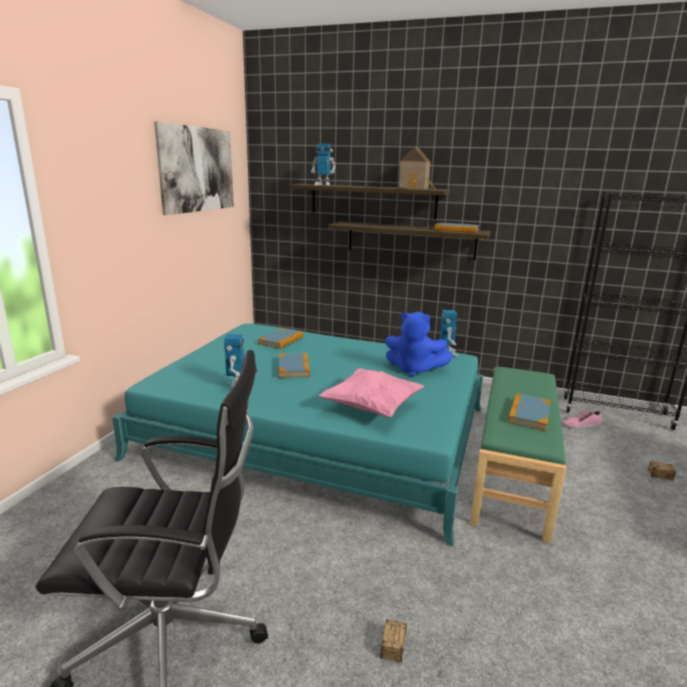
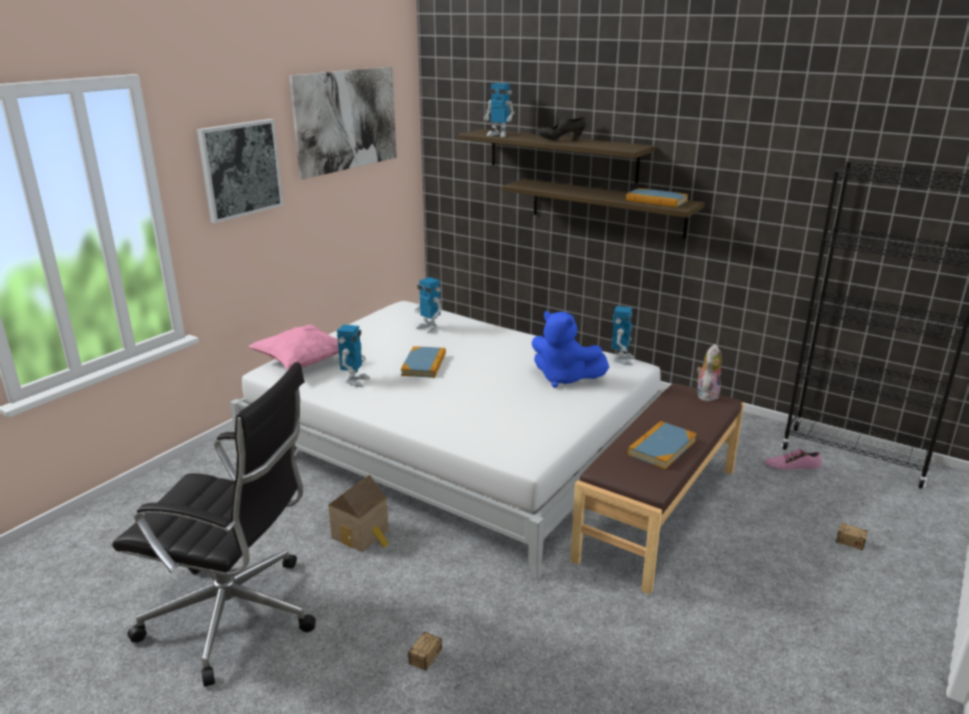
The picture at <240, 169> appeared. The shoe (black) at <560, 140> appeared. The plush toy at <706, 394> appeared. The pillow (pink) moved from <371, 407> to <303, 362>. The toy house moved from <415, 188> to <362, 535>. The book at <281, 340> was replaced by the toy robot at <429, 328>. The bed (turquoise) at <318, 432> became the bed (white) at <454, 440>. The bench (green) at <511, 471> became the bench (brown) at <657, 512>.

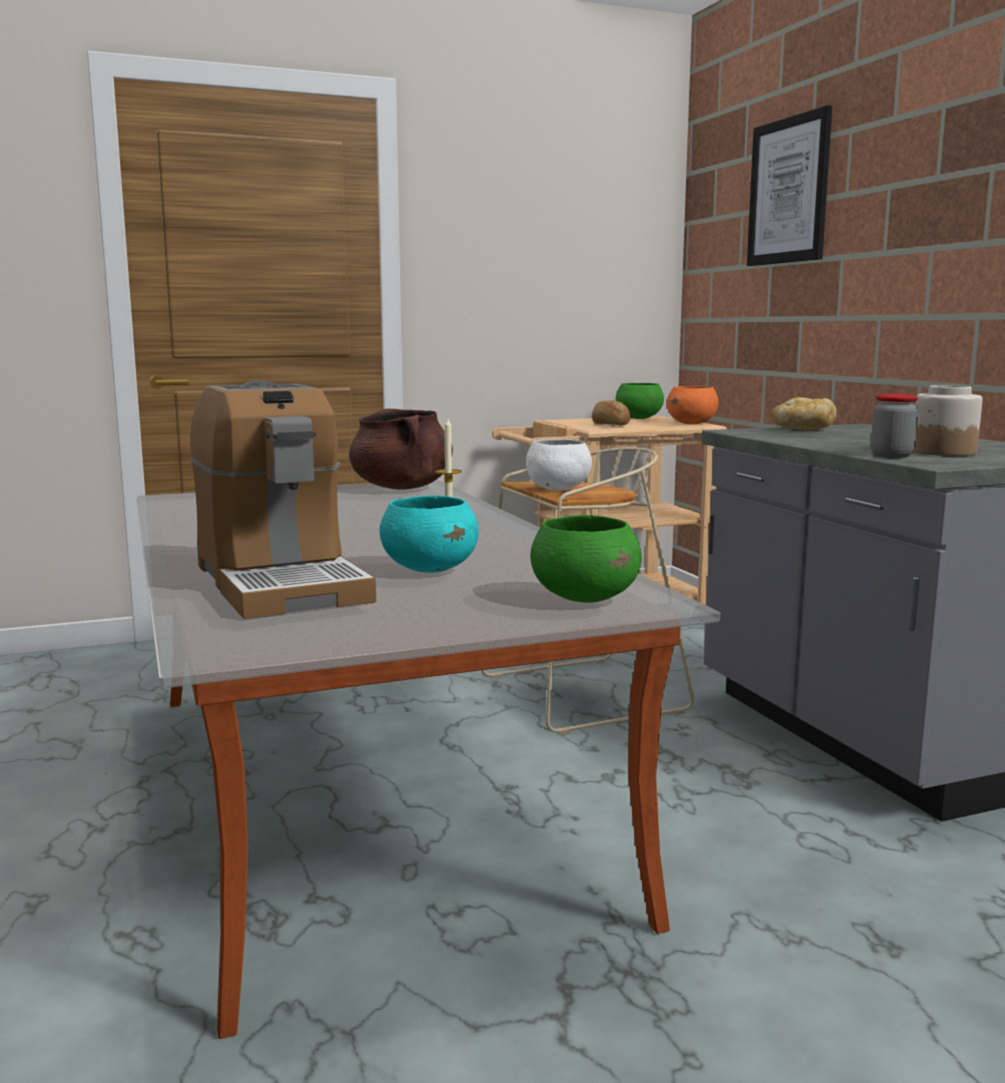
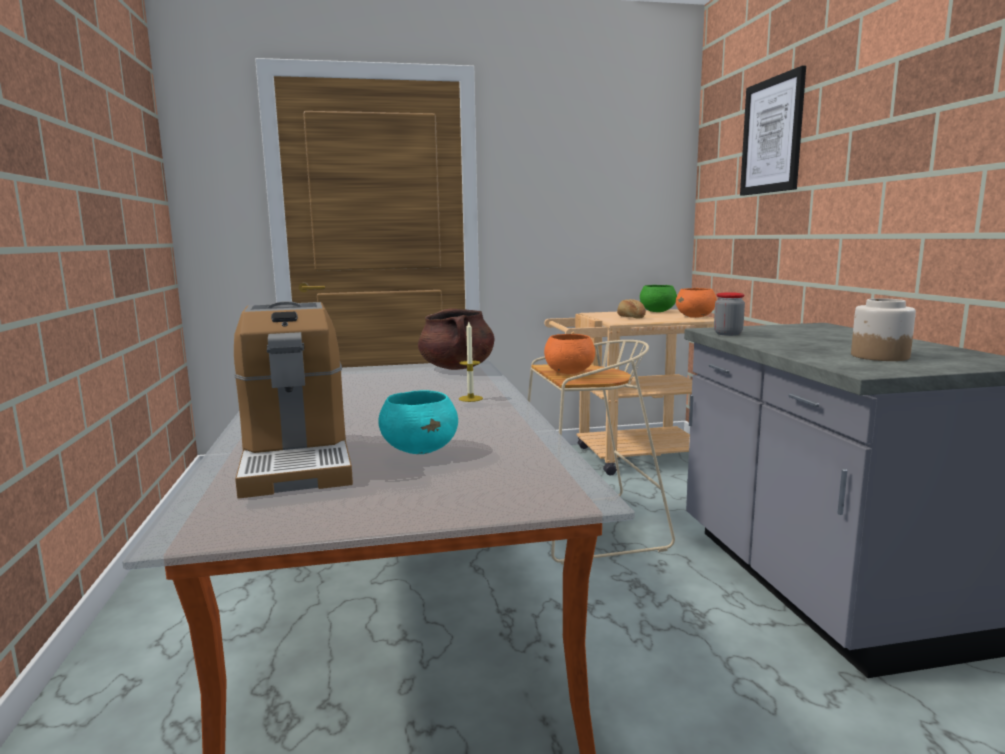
The bowl (green) at <585, 598> disappeared. The bread at <802, 429> disappeared. The jar moved from <892, 455> to <728, 334>. The bowl (white) at <557, 489> became the bowl (orange) at <568, 372>.

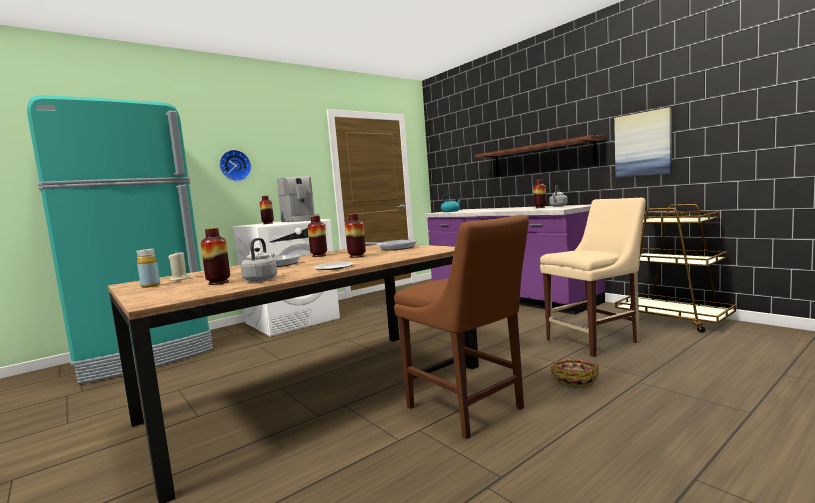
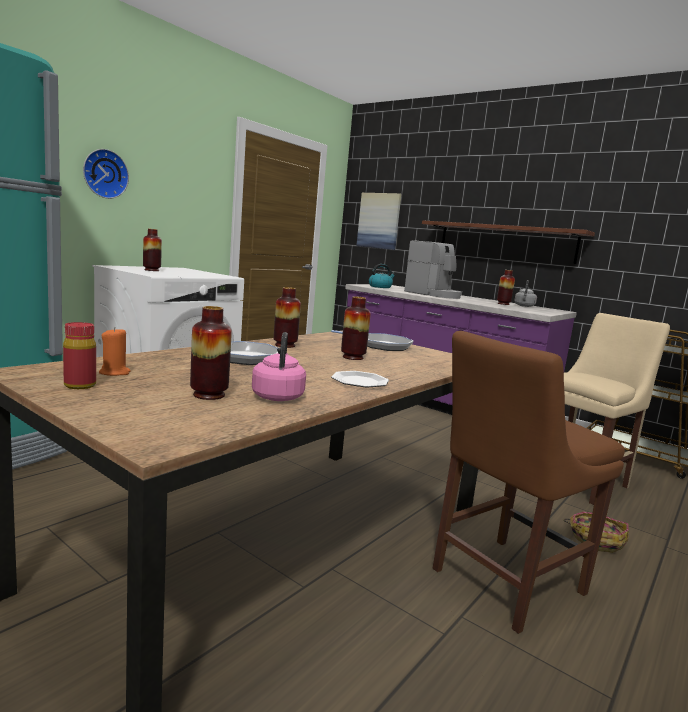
The coffee machine moved from <301, 220> to <434, 294>. The picture moved from <643, 144> to <379, 221>. The bottle (yellow) at <150, 286> became the bottle (red) at <80, 385>. The candle (beige) at <180, 279> became the candle (orange) at <115, 373>. The kettle (grey) at <261, 279> became the kettle (pink) at <278, 396>. The chair (brown) at <468, 410> turned 105 degrees clockwise.

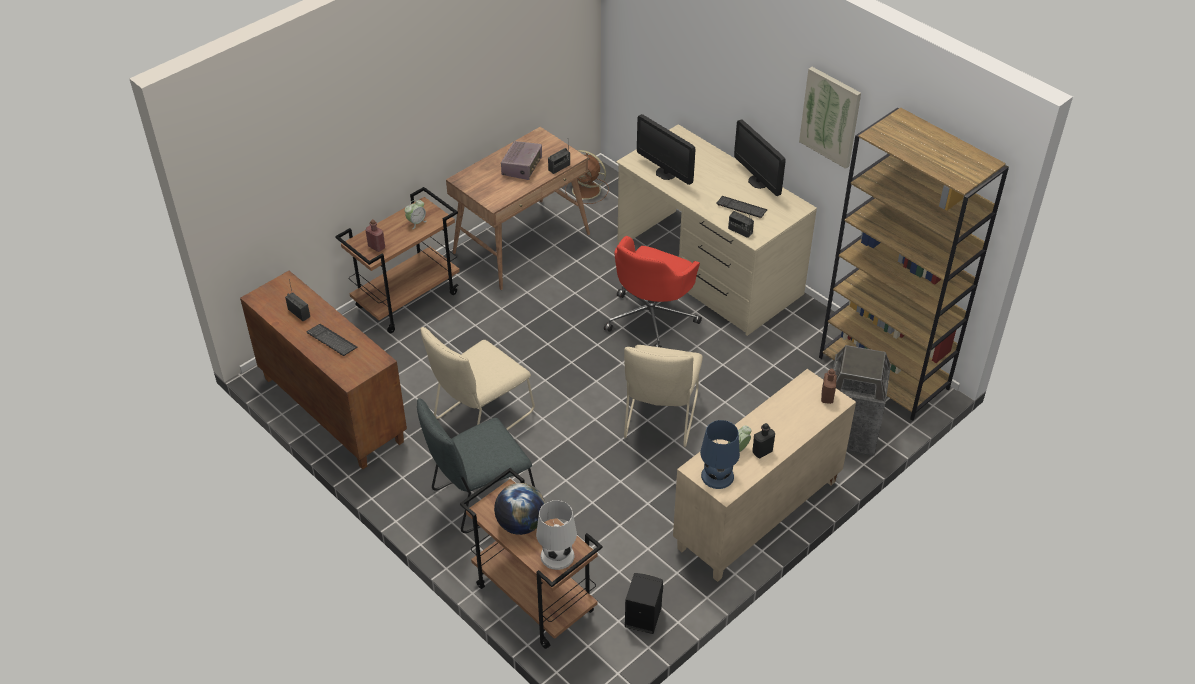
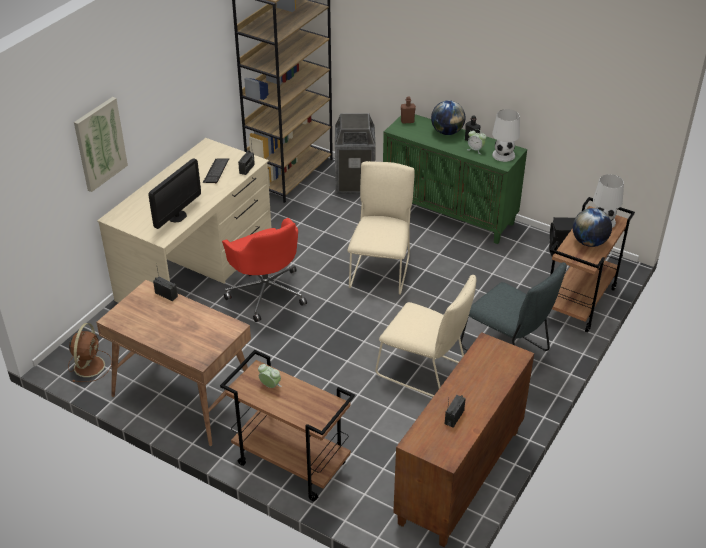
The keyboard at <332, 341> disappeared. The bottle (red) at <376, 247> disappeared. The radio at <522, 167> disappeared. The monitor at <758, 182> disappeared. The globe at <447, 132> appeared. The picture moved from <830, 117> to <100, 144>. The cabinet (beige) at <757, 516> became the cabinet (green) at <450, 213>. The table lamp (blue) at <718, 475> became the table lamp (white) at <503, 155>. The office chair (red) at <651, 318> turned 45 degrees clockwise. The chair (beige) at <660, 419> turned 75 degrees counterclockwise.

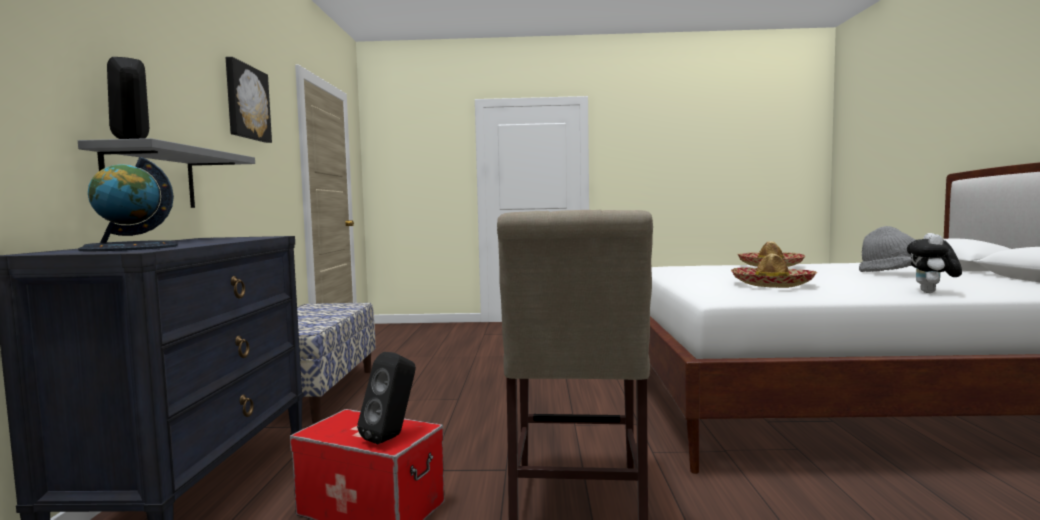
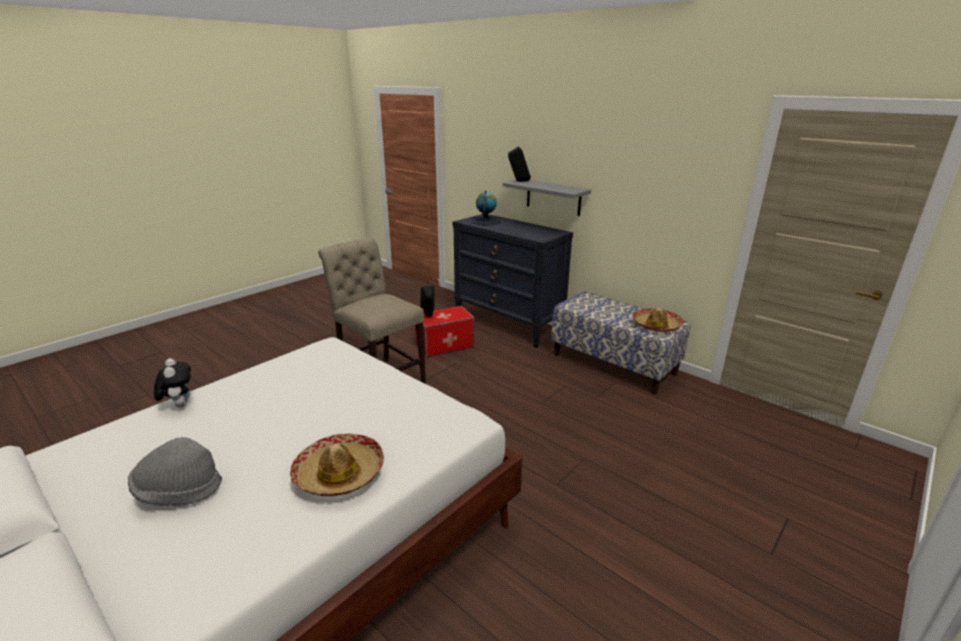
The picture at <246, 102> disappeared. The hat moved from <772, 285> to <656, 325>.

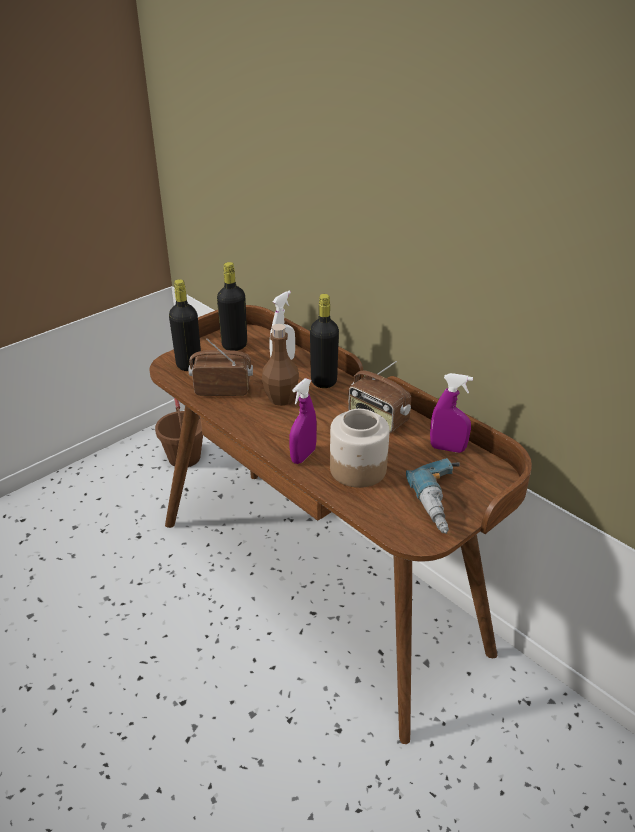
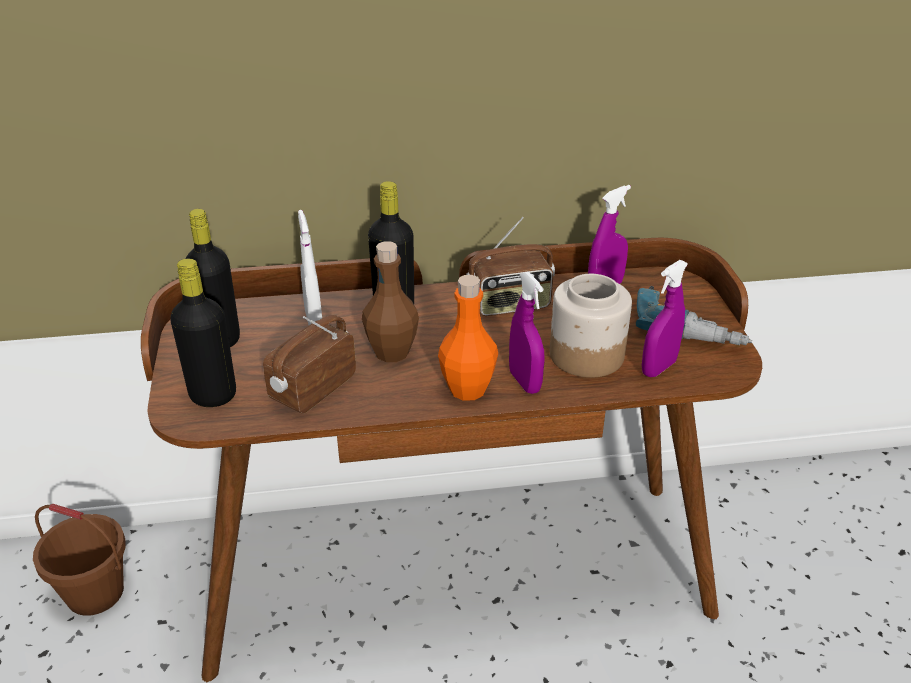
The bottle (orange) at <467, 389> appeared. The spray bottle (purple) at <658, 368> appeared.

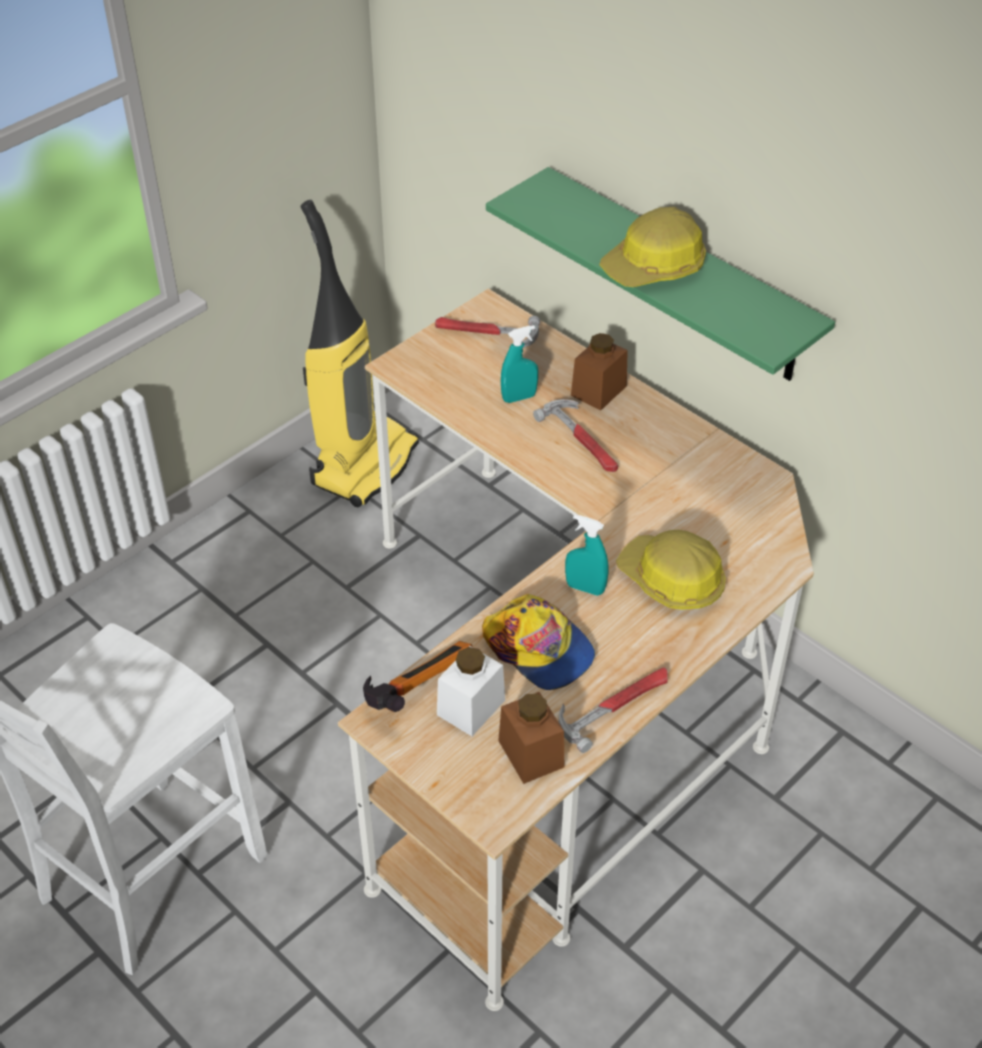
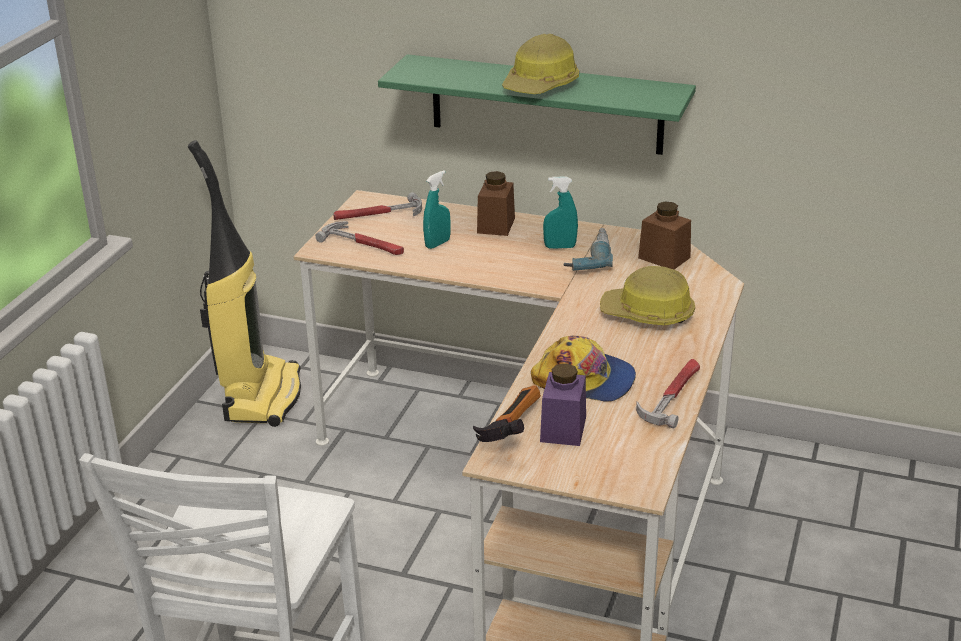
The power drill at <587, 257> appeared. The jar (brown) moved from <531, 754> to <664, 258>. The hammer moved from <582, 440> to <364, 244>. The spray bottle (turquoise) moved from <585, 588> to <560, 247>. The jar (white) at <471, 707> became the jar (purple) at <563, 429>.

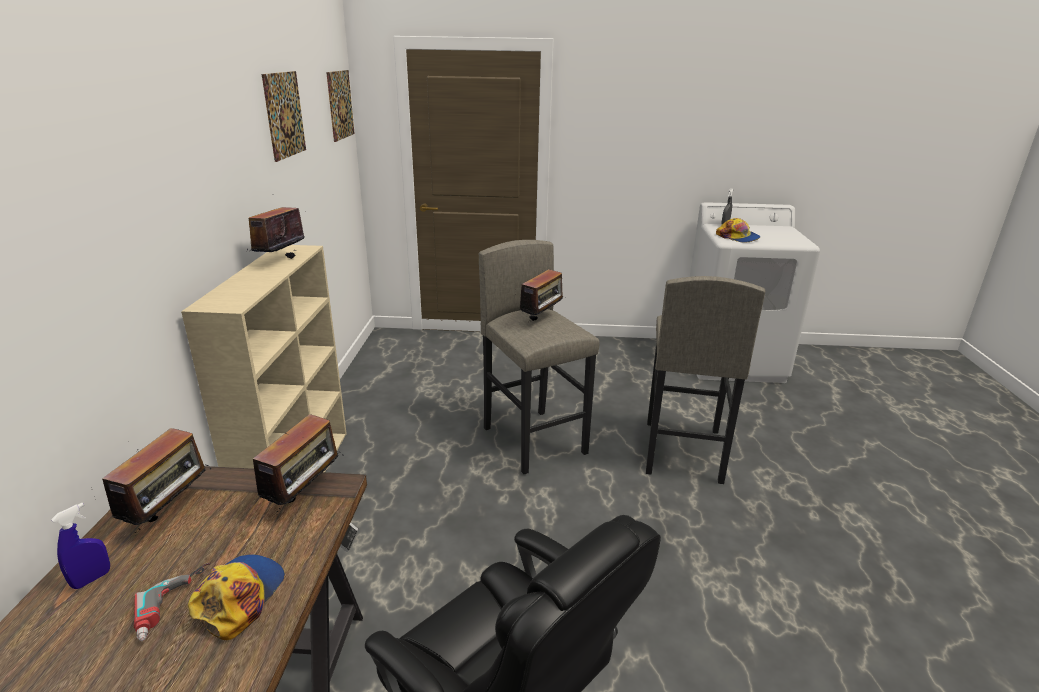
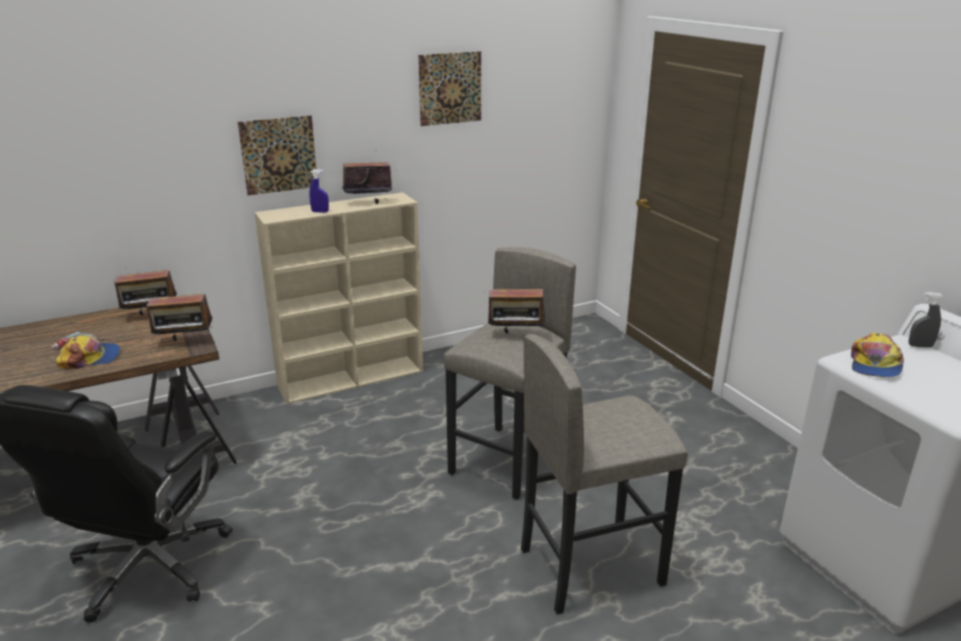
The spray bottle (blue) moved from <92, 579> to <320, 212>. The picture moved from <340, 105> to <279, 155>.

